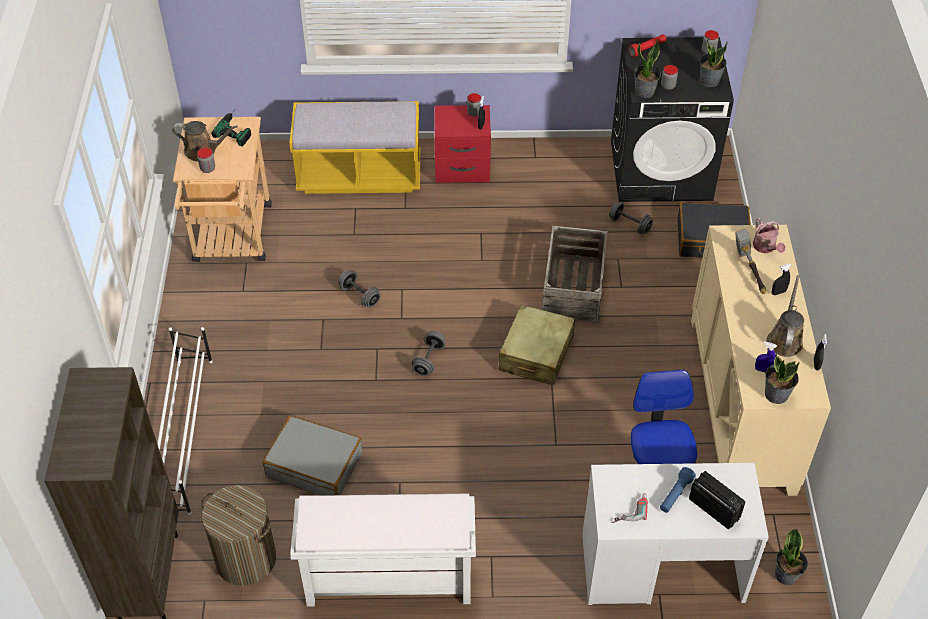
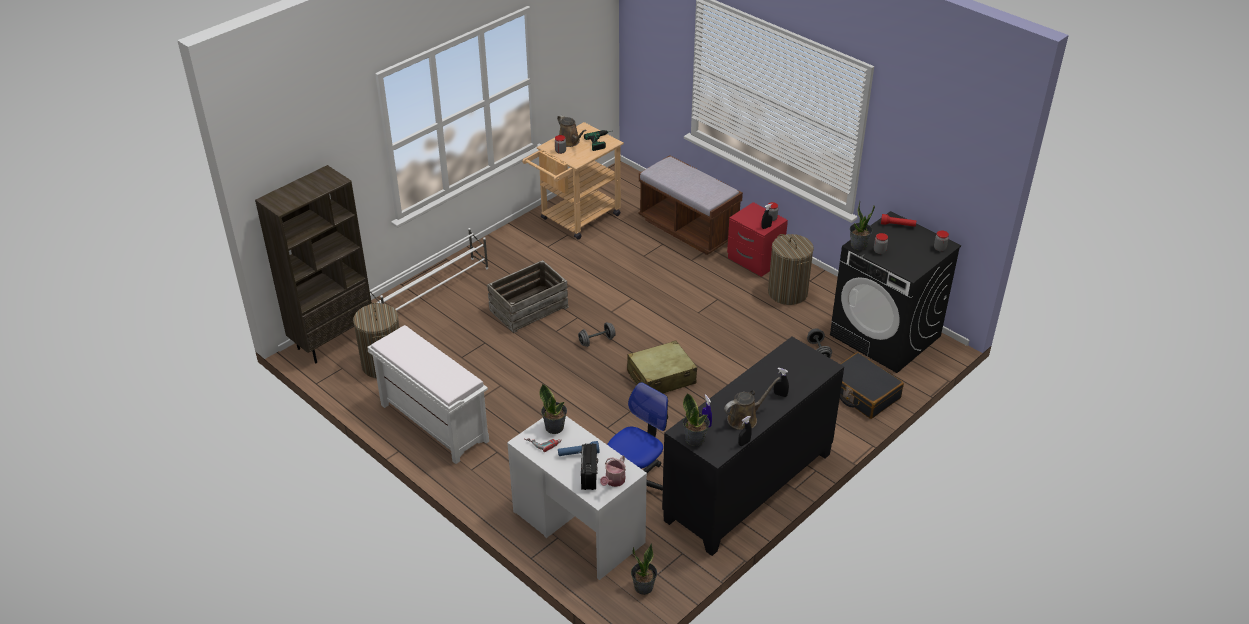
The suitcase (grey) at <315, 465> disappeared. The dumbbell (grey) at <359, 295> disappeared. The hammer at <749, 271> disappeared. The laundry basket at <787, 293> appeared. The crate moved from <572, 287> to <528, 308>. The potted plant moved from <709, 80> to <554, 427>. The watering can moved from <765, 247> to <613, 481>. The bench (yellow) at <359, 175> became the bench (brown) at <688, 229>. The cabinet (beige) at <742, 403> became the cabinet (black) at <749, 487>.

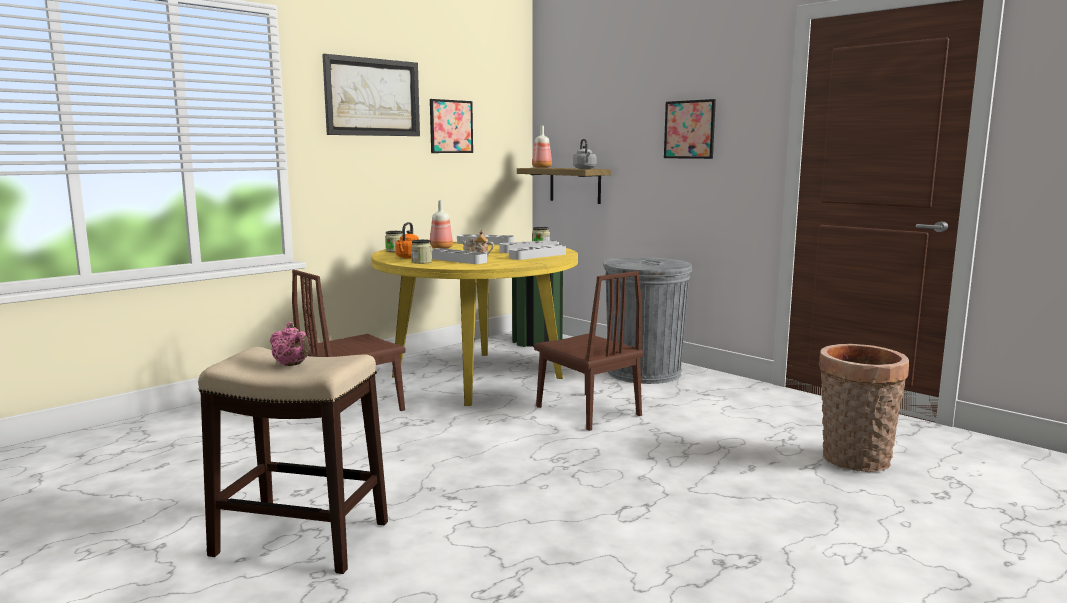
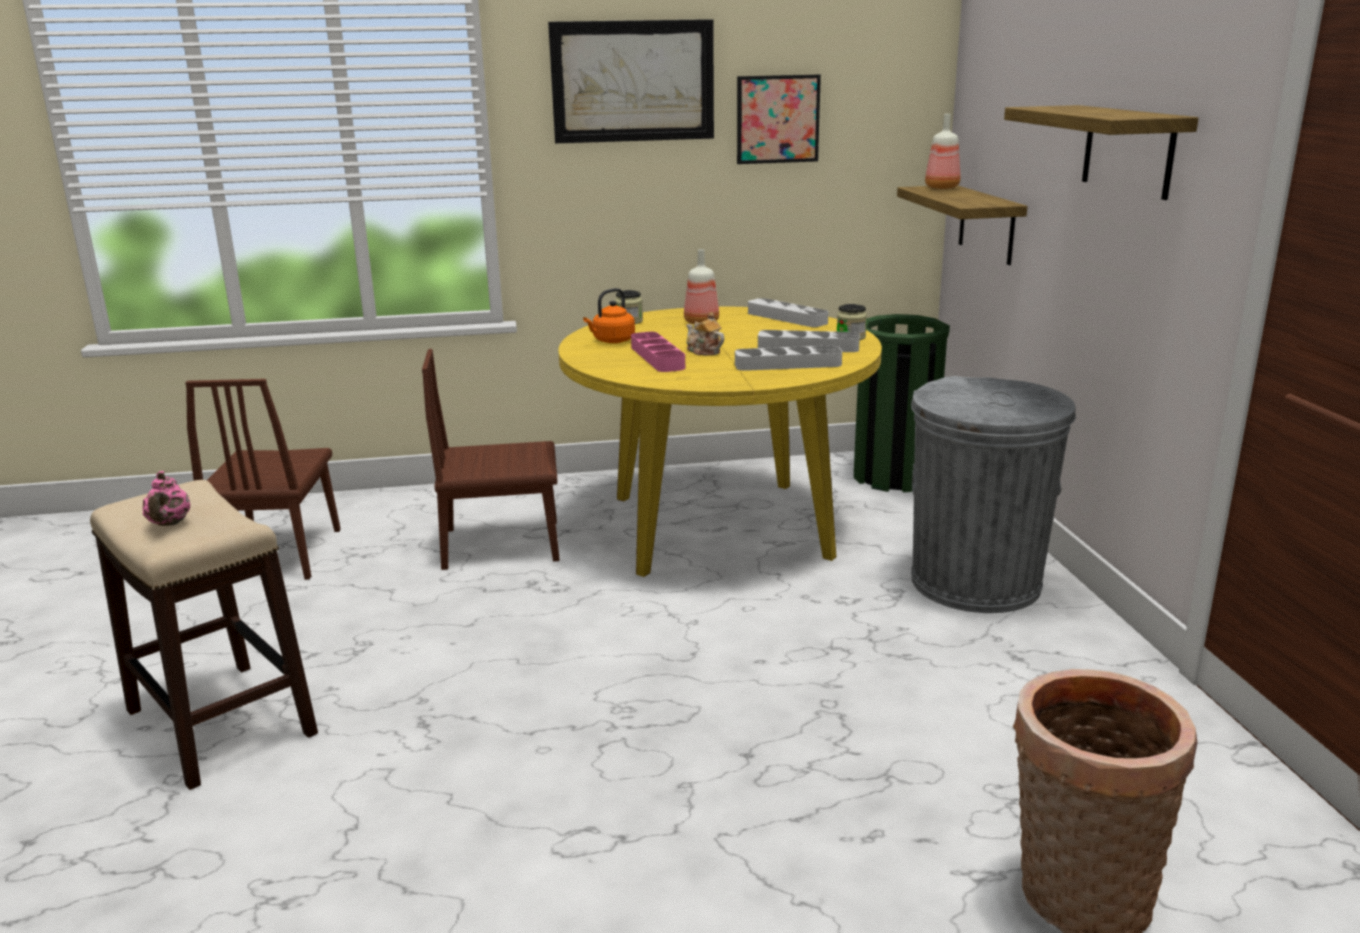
The jar at <421, 262> disappeared. The kettle (grey) at <584, 168> disappeared. The chair (brown) moved from <587, 411> to <278, 554>. The picture at <689, 129> was replaced by the shelf at <1128, 150>. The tray (grey) at <457, 260> became the tray (pink) at <657, 357>.

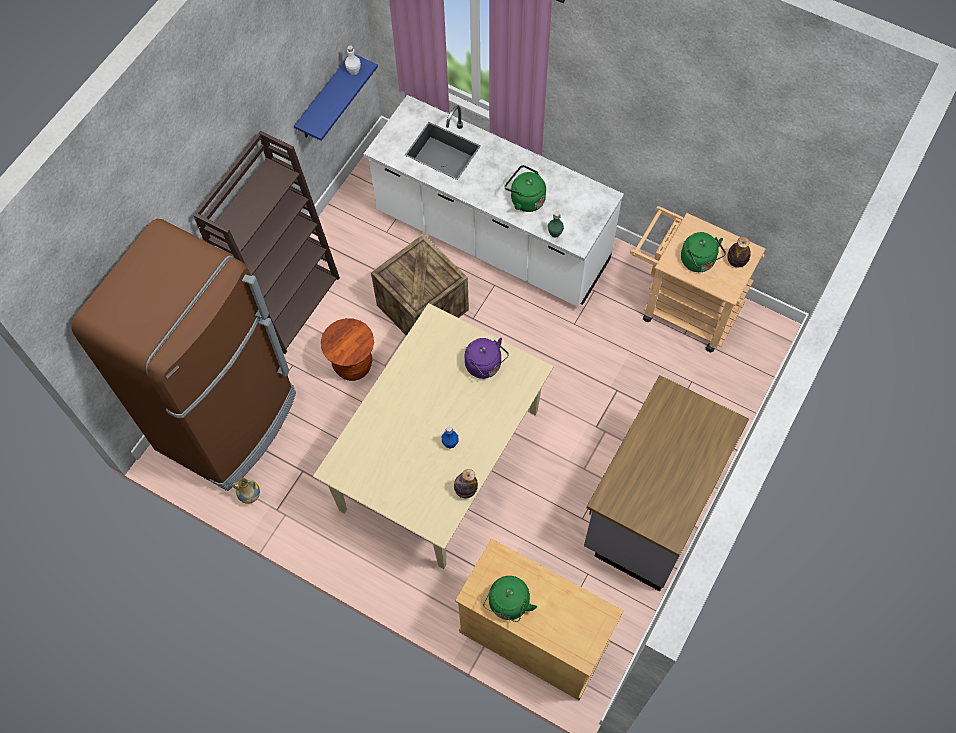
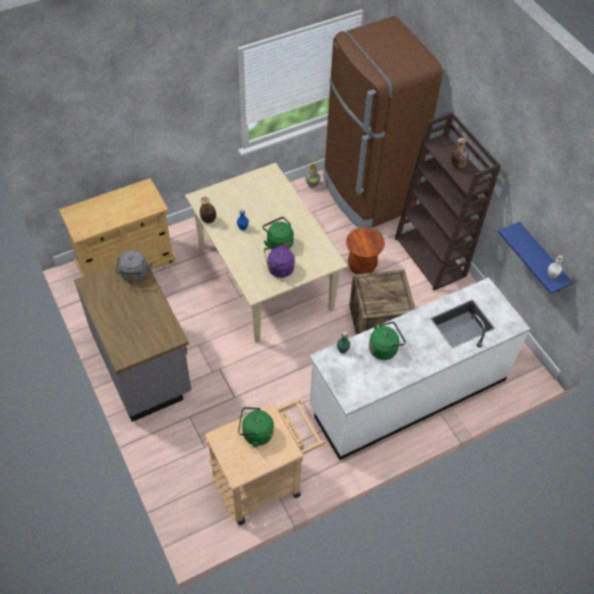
The kettle (grey) at <134, 275> appeared. The kettle (green) moved from <508, 605> to <278, 243>. The bottle moved from <736, 261> to <458, 165>.

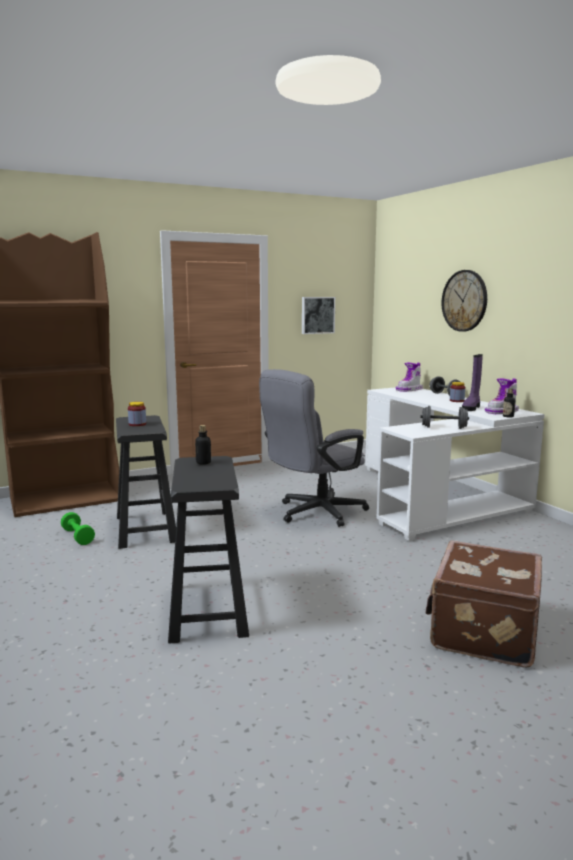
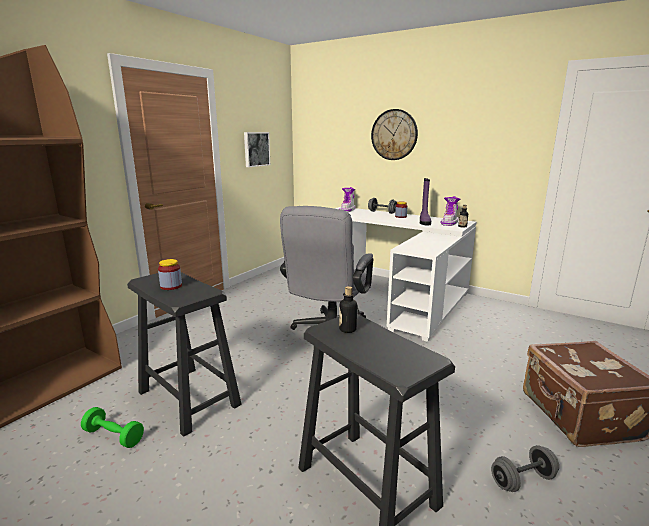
The dumbbell (grey) moved from <444, 427> to <522, 480>.

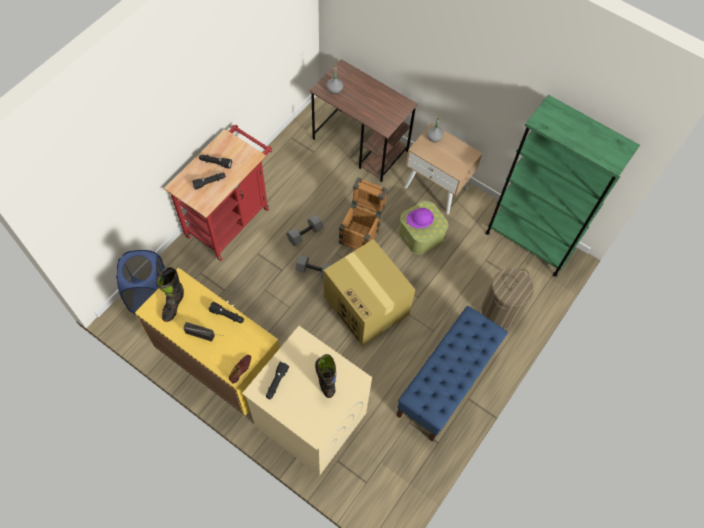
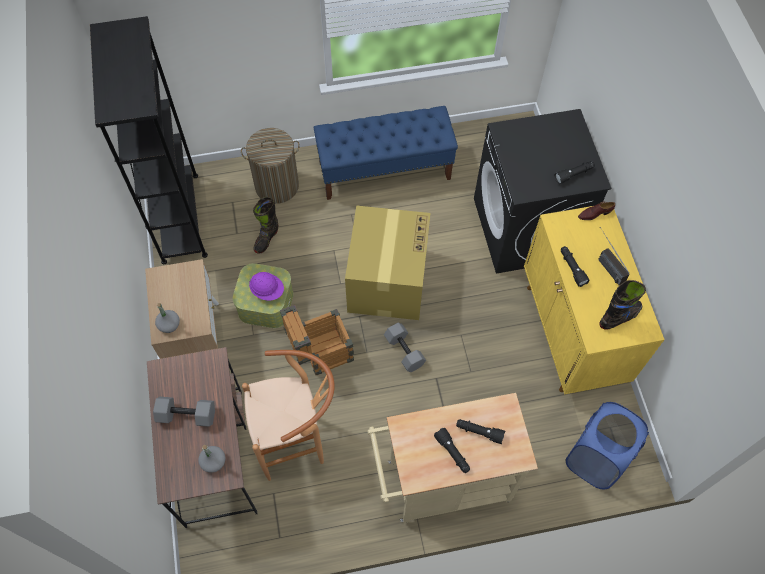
The stool (brown) at <298, 443> appeared. The dumbbell (grey) moved from <305, 233> to <186, 416>. The boot (black) moved from <325, 379> to <266, 238>. The cart (red) at <231, 218> became the cart (beige) at <441, 483>. The washing machine (beige) at <310, 419> became the washing machine (black) at <525, 229>. The bookcase (green) at <528, 242> became the bookcase (black) at <180, 217>.

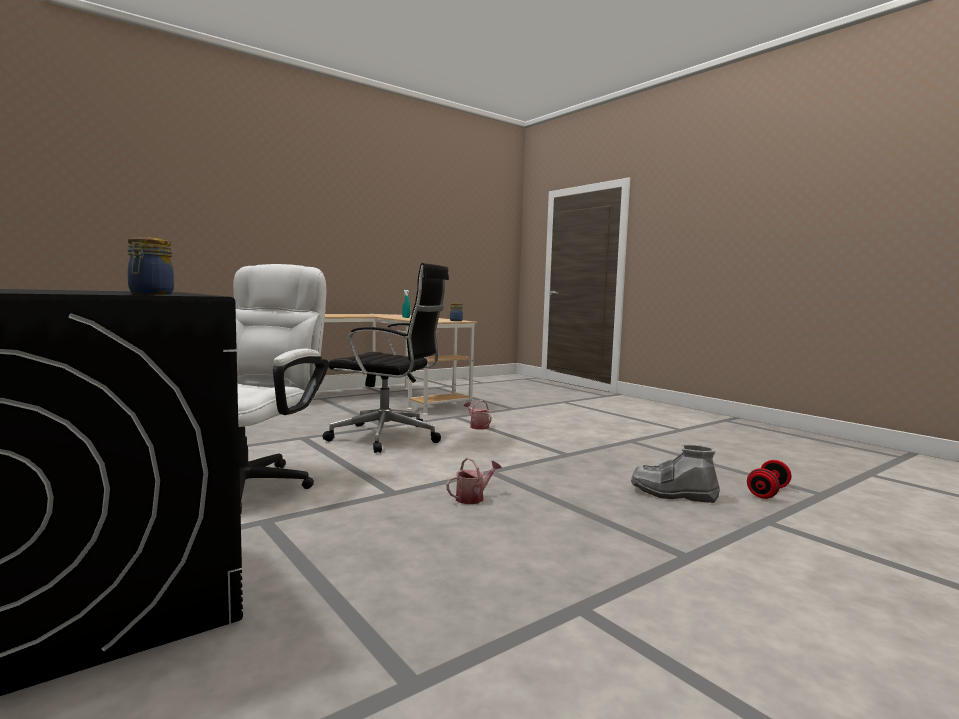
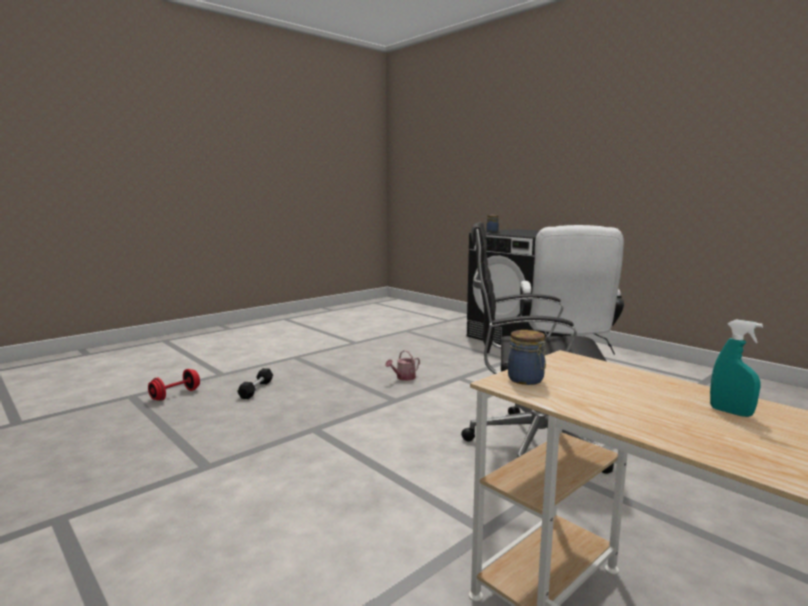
The watering can at <477, 426> disappeared. The boot (grey) at <672, 493> was replaced by the dumbbell (black) at <256, 389>.

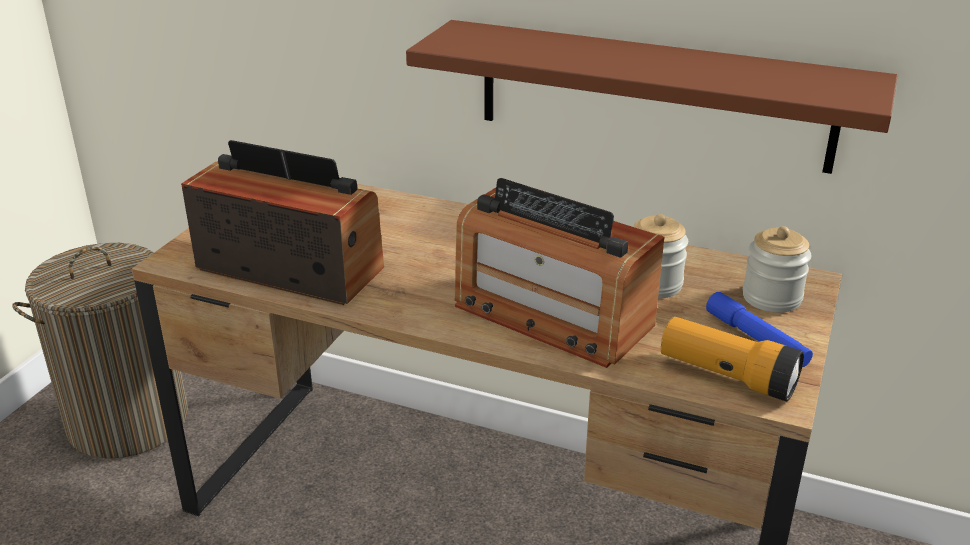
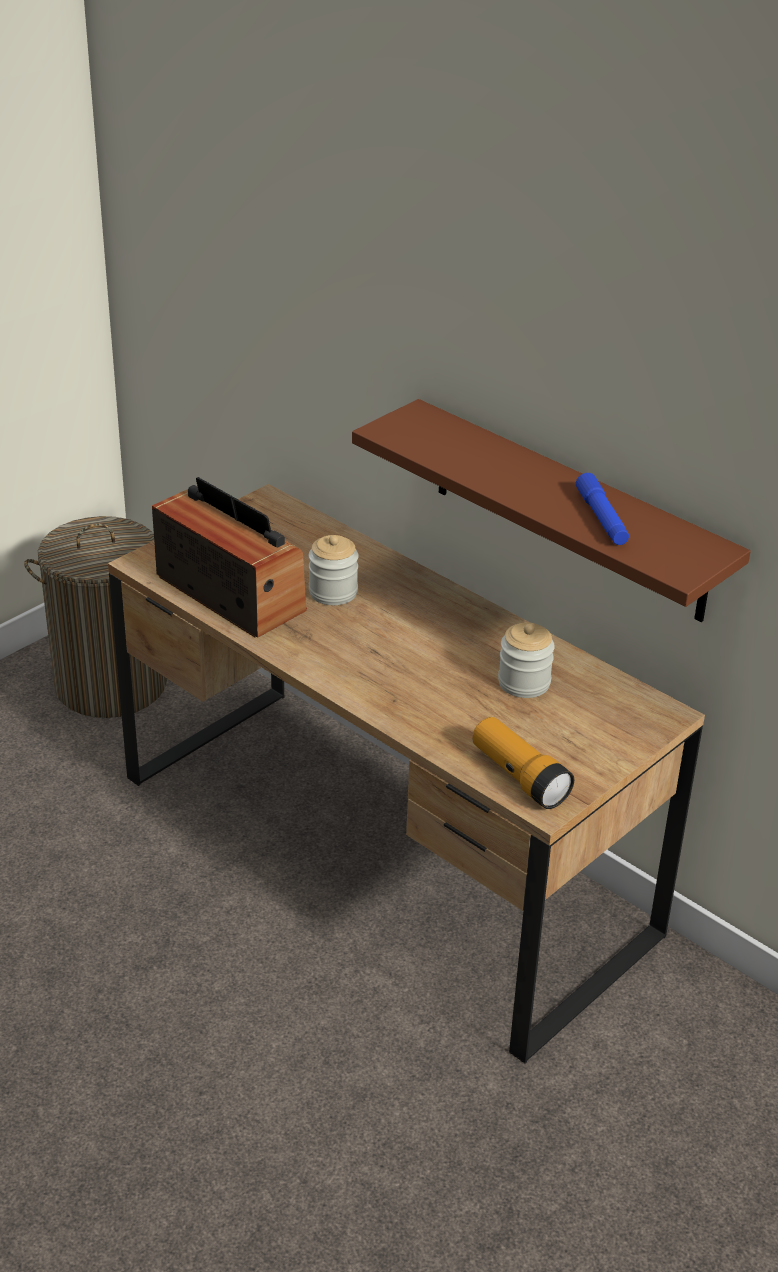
The radio at <552, 315> disappeared. The flashlight (blue) moved from <756, 339> to <601, 518>. The jar moved from <771, 298> to <333, 592>.

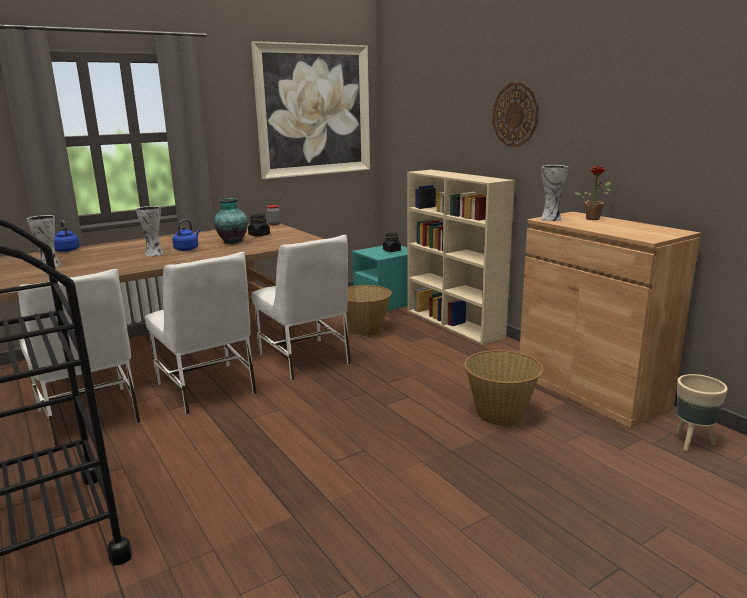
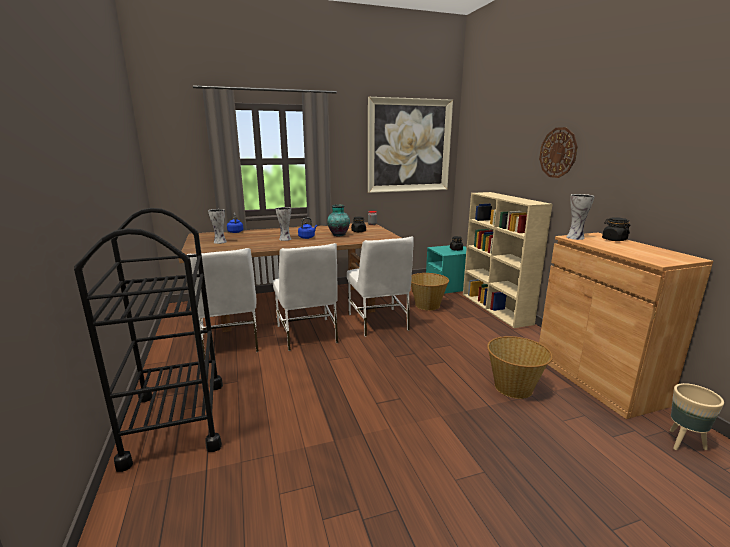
The potted plant at <593, 218> was replaced by the jar (black) at <614, 239>.

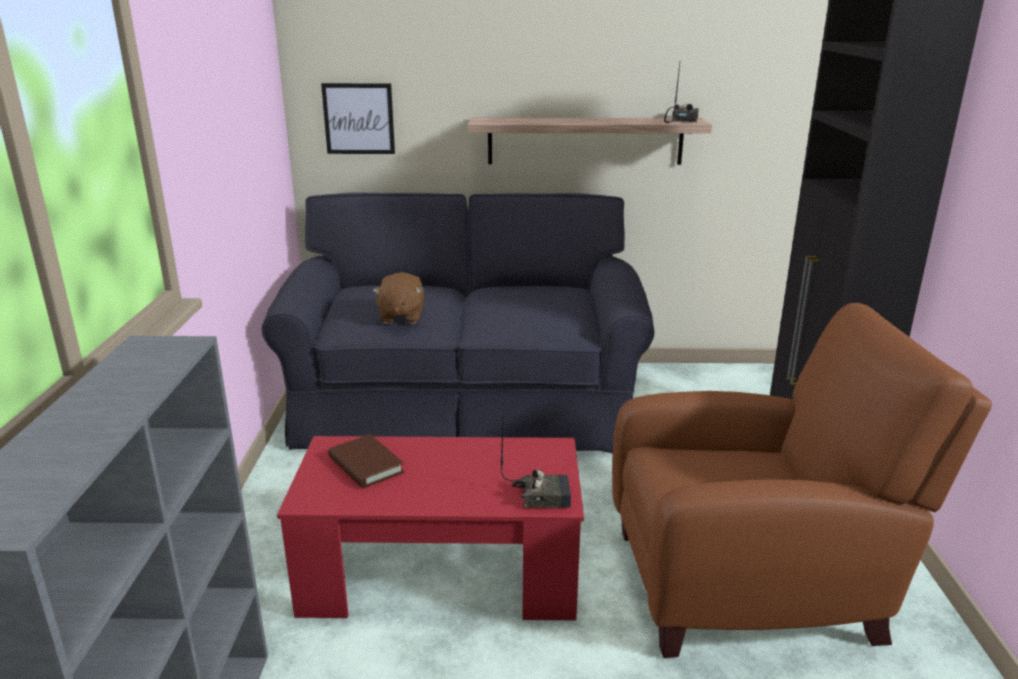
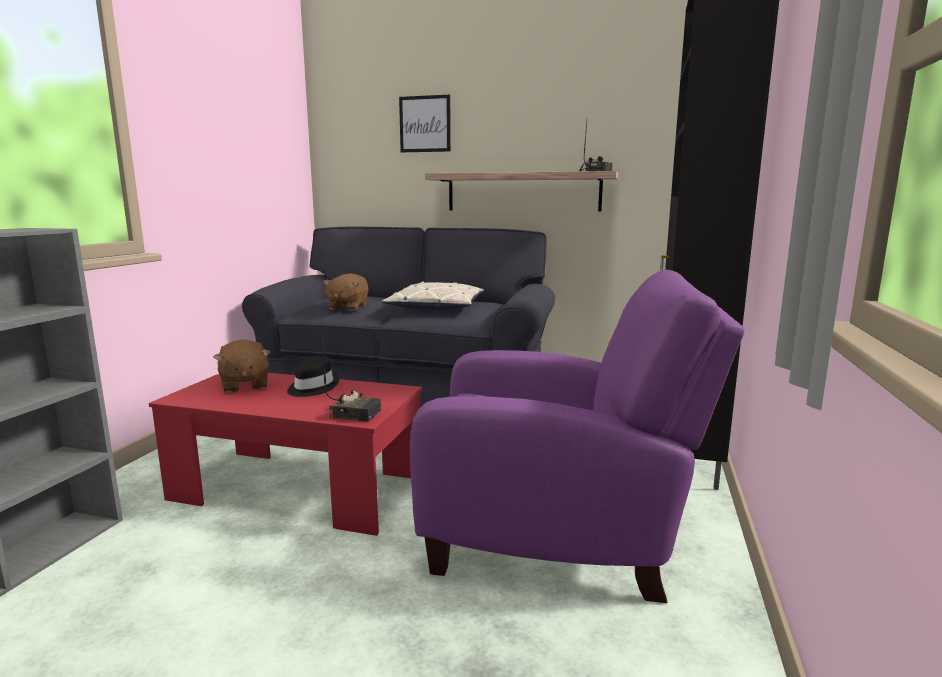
The hat (black) at <312, 387> appeared. The pillow at <436, 307> appeared. The picture moved from <359, 119> to <425, 124>. The book (brown) at <366, 465> was replaced by the plush toy (brown) at <244, 385>. The armchair (brown) at <754, 584> became the armchair (purple) at <559, 535>.

